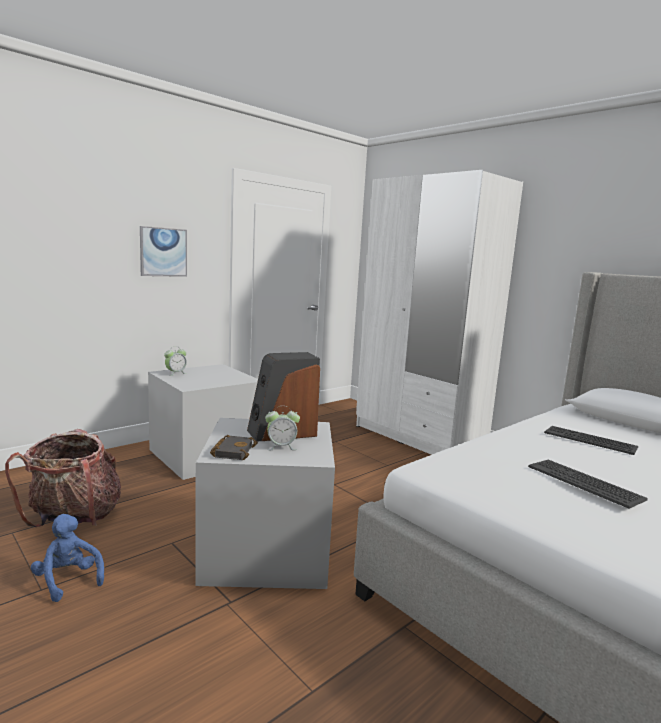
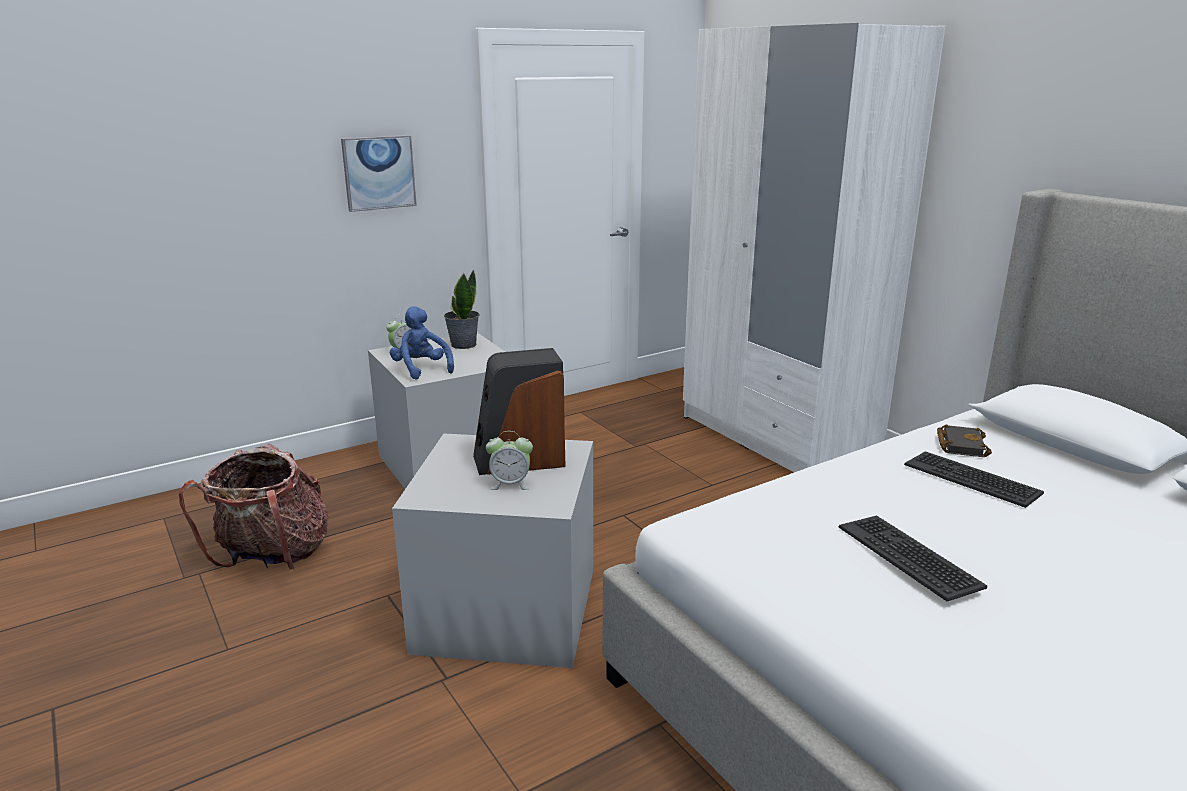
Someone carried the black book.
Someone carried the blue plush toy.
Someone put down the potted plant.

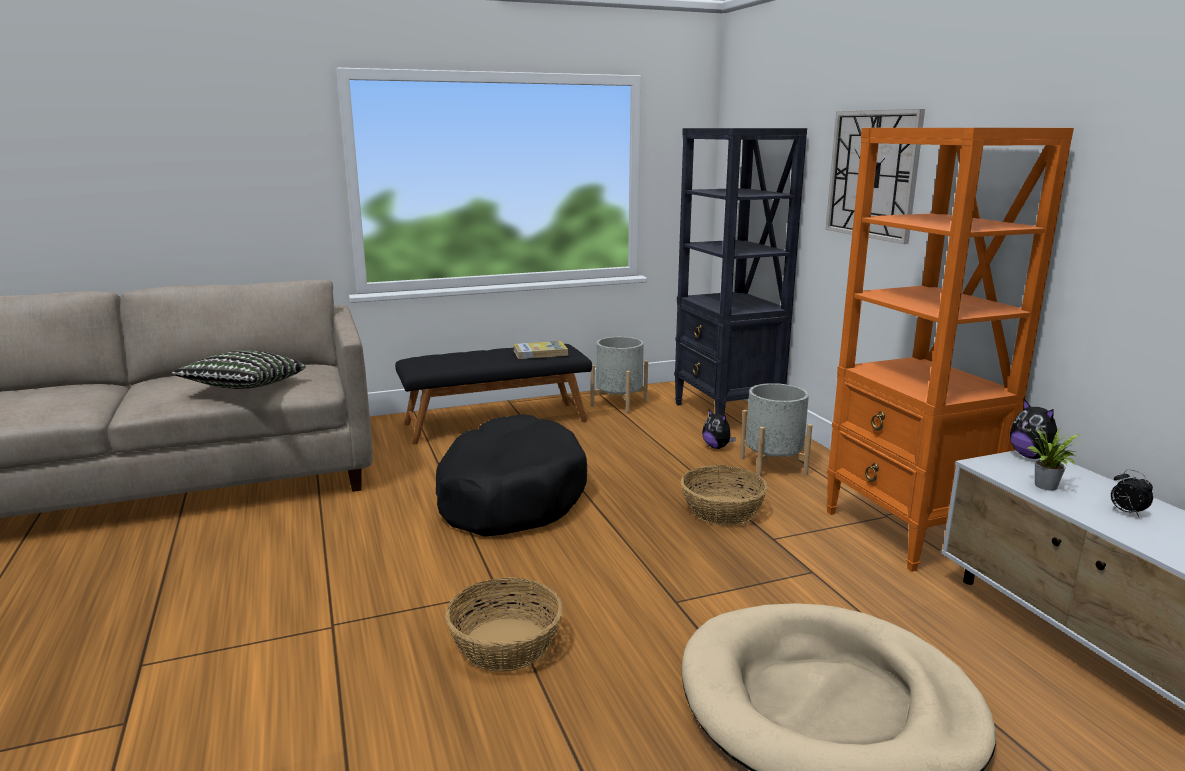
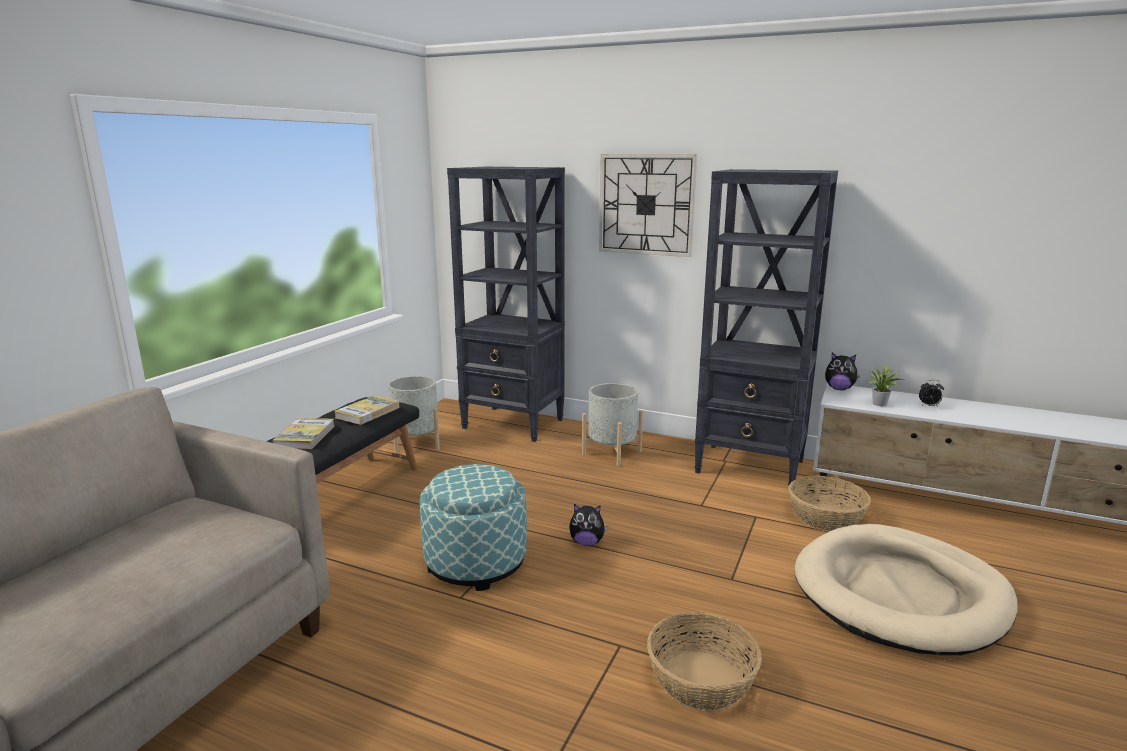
Someone repainted the orange bookcase, which became the black bookcase (2nd from left).
Someone took away the pillow.
Someone carried the plush toy (1st from left).
Someone swapped the black dog bed for the ottoman.
Someone carried the basket (2nd from left).
Someone put down the book (1st from left).

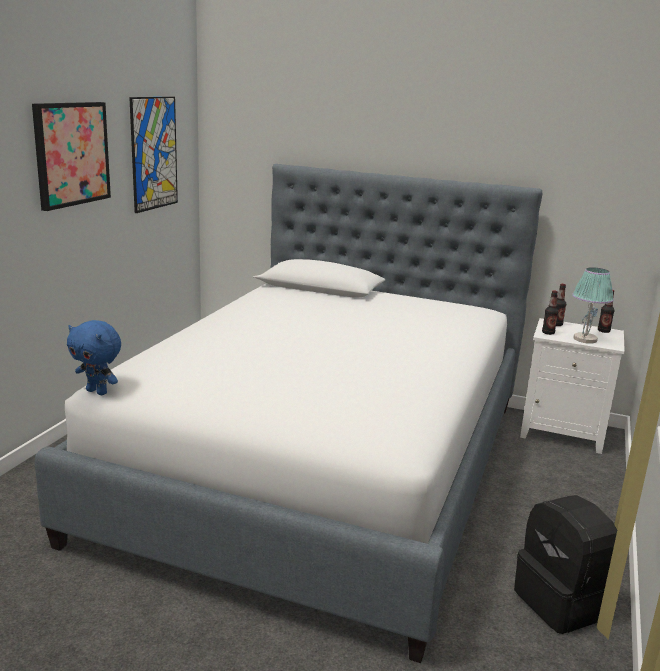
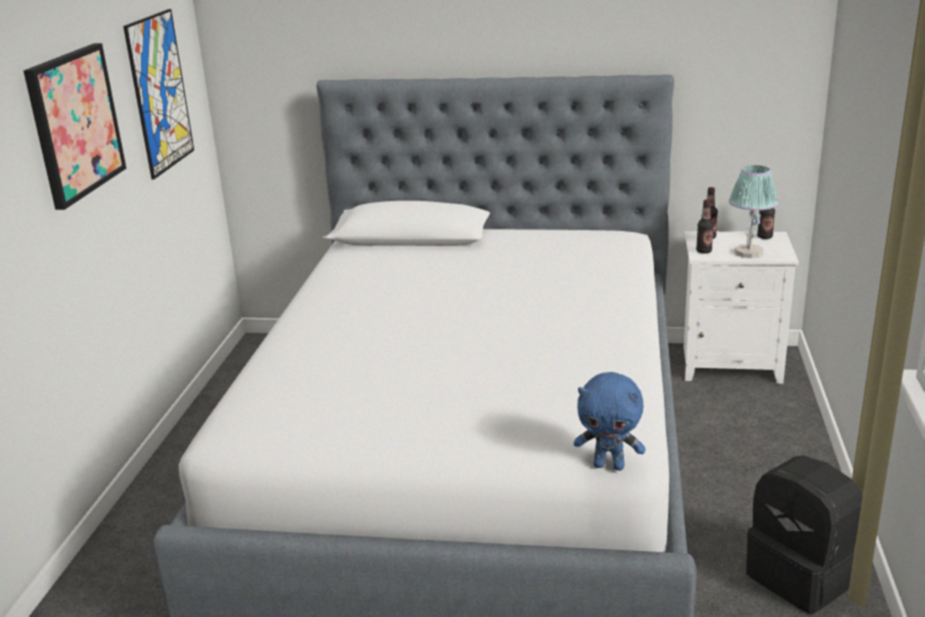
Someone carried the blue plush toy.

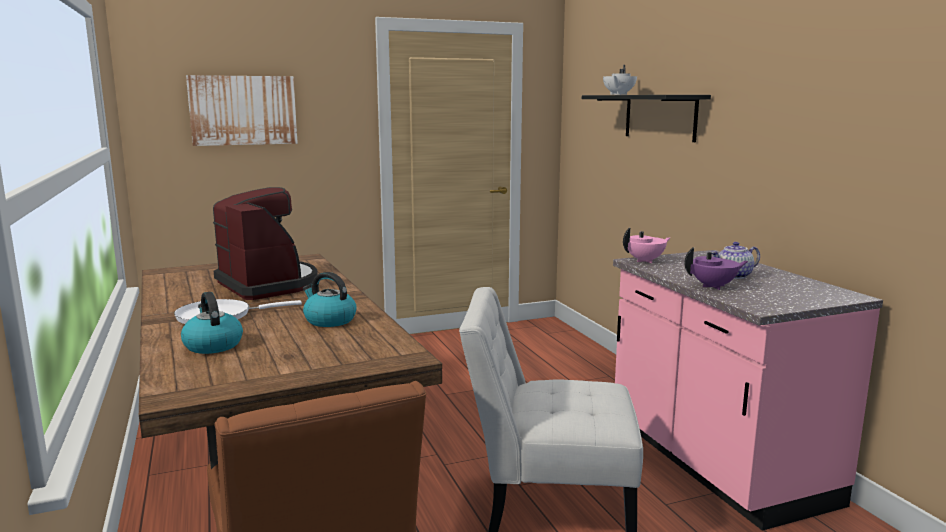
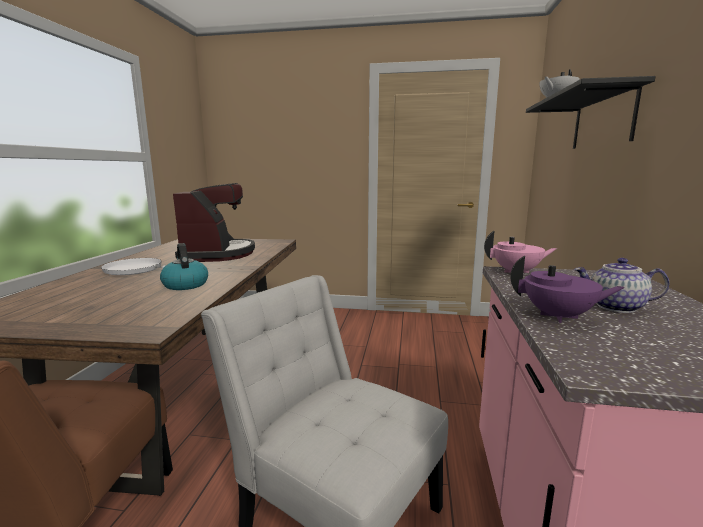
Someone took away the picture.
Someone took away the kettle (1st from left).

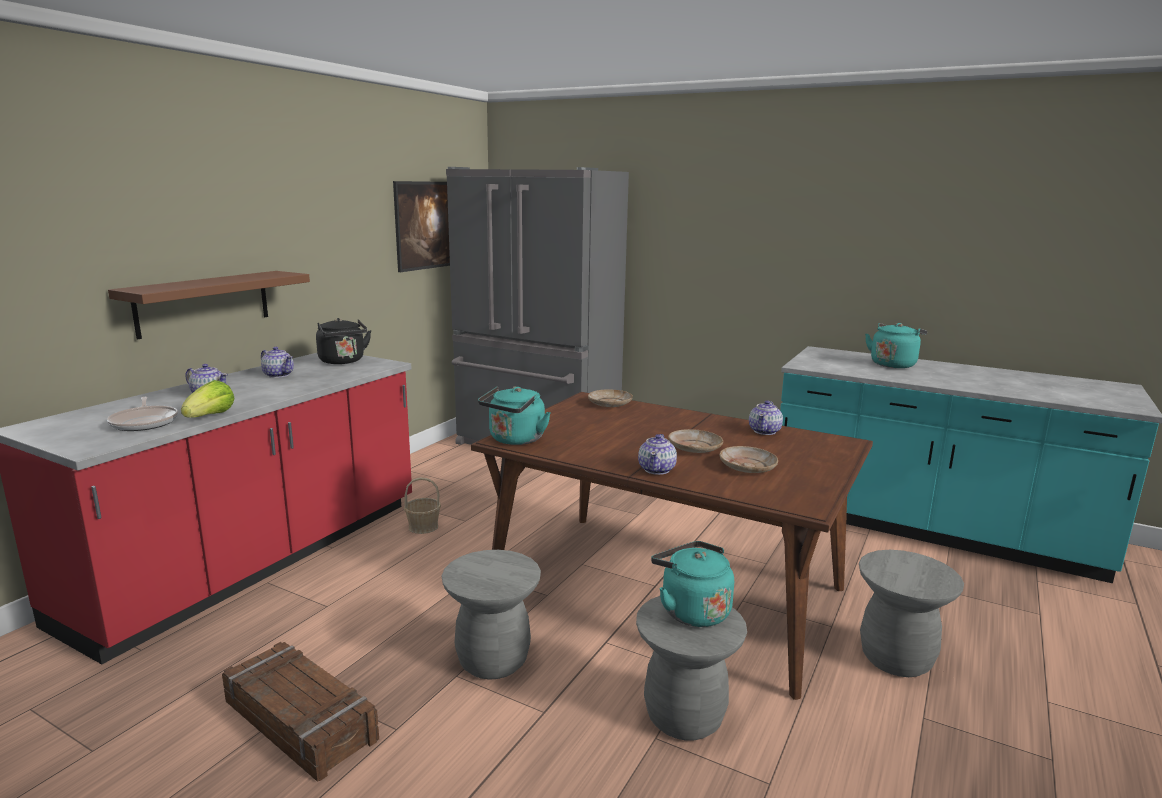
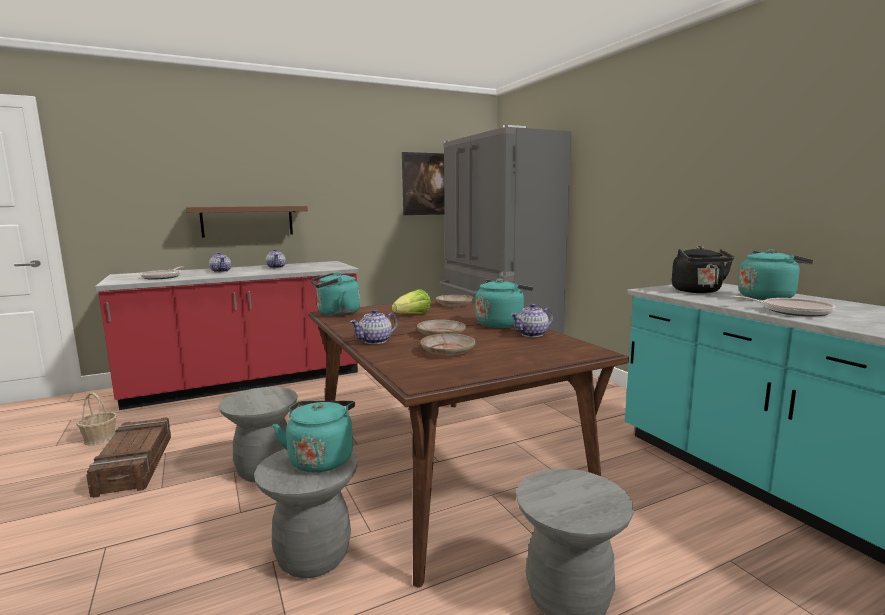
Someone carried the black kettle.
Someone carried the lettuce.
Someone carried the basket.
Someone put down the turquoise kettle (3rd from left).
Someone put down the frying pan (2nd from left).

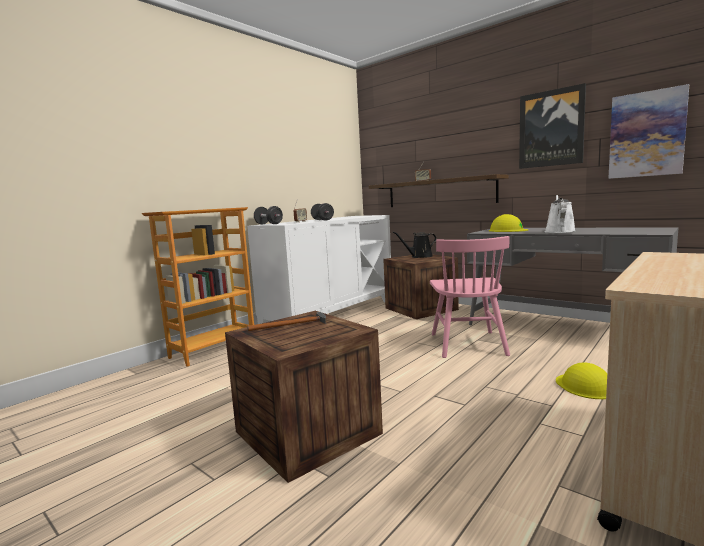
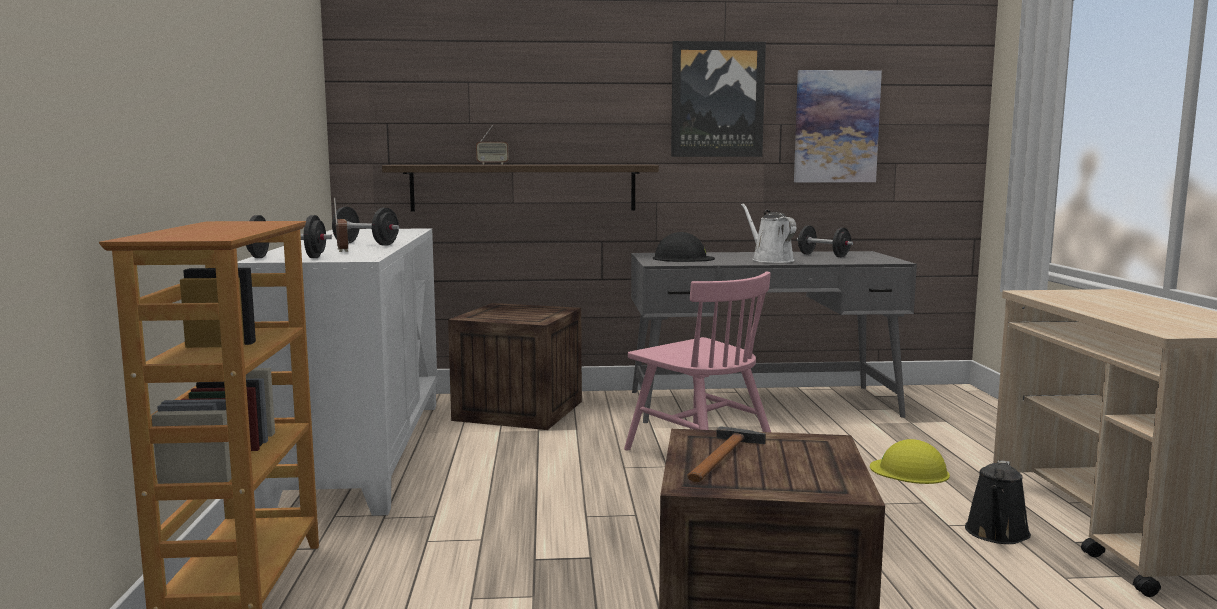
Someone repainted the yellow hard hat (1st from left), which became the black hard hat.
Someone carried the black watering can.
Someone put down the black dumbbell (3rd from left).

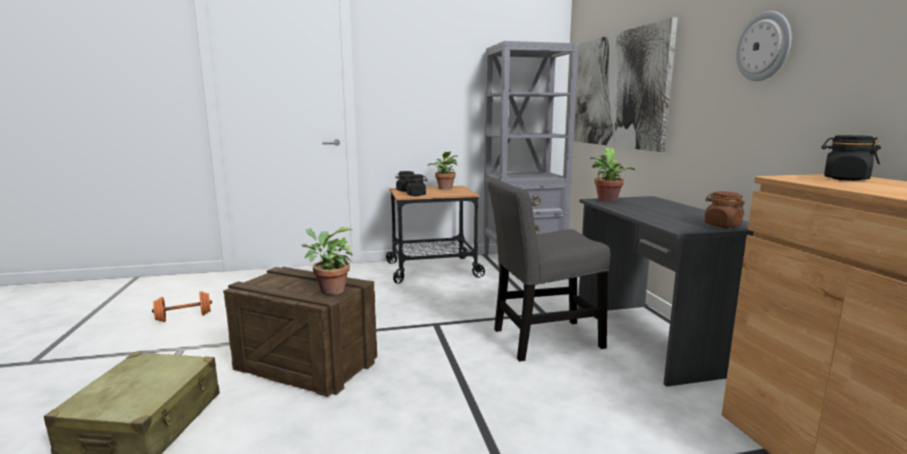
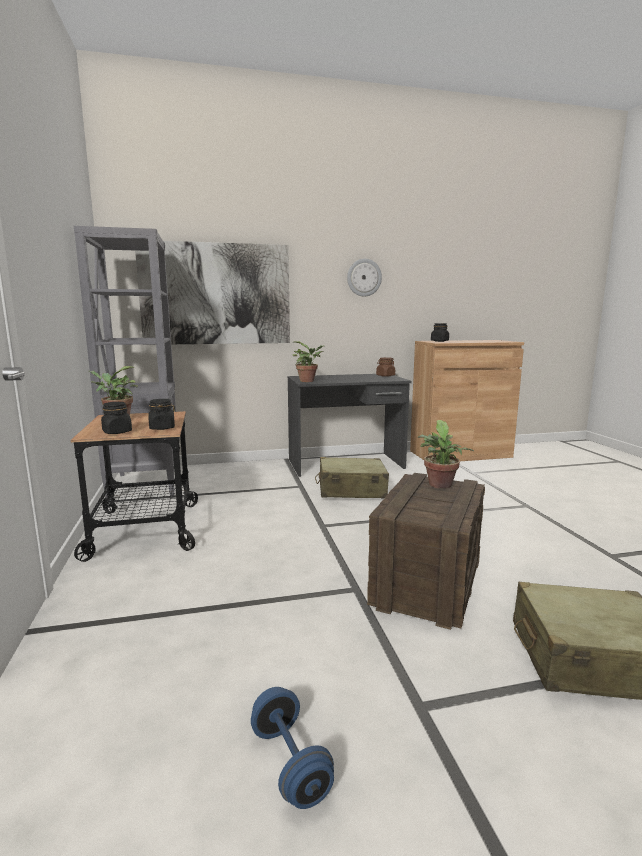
Someone swapped the grey chair for the beige suitcase (1st from left).
Someone repainted the orange dumbbell, which became the blue dumbbell.

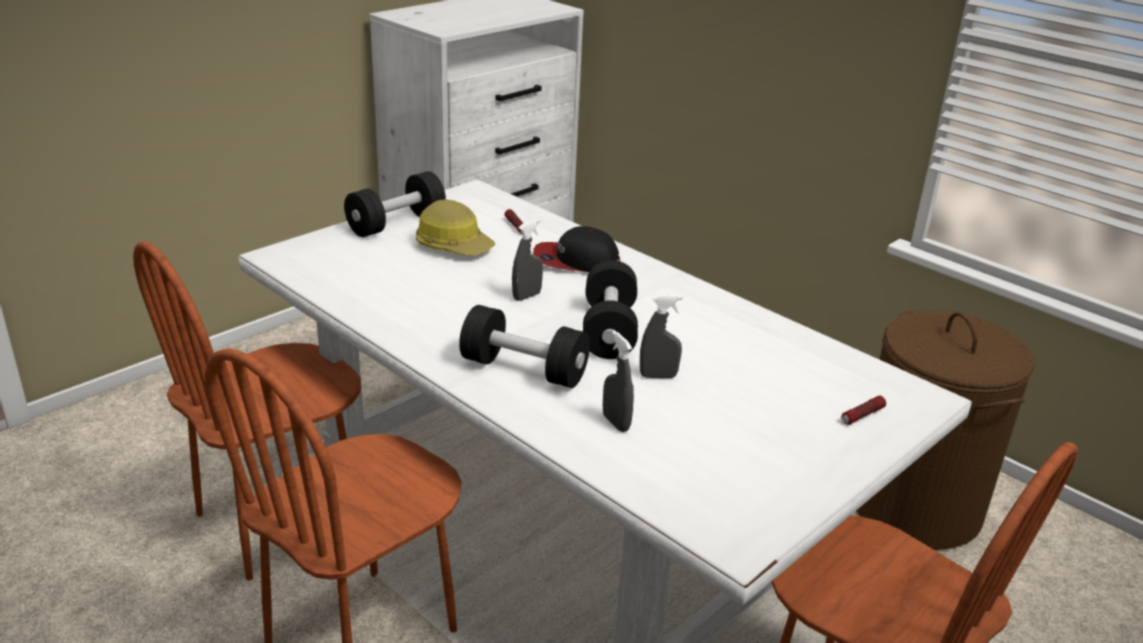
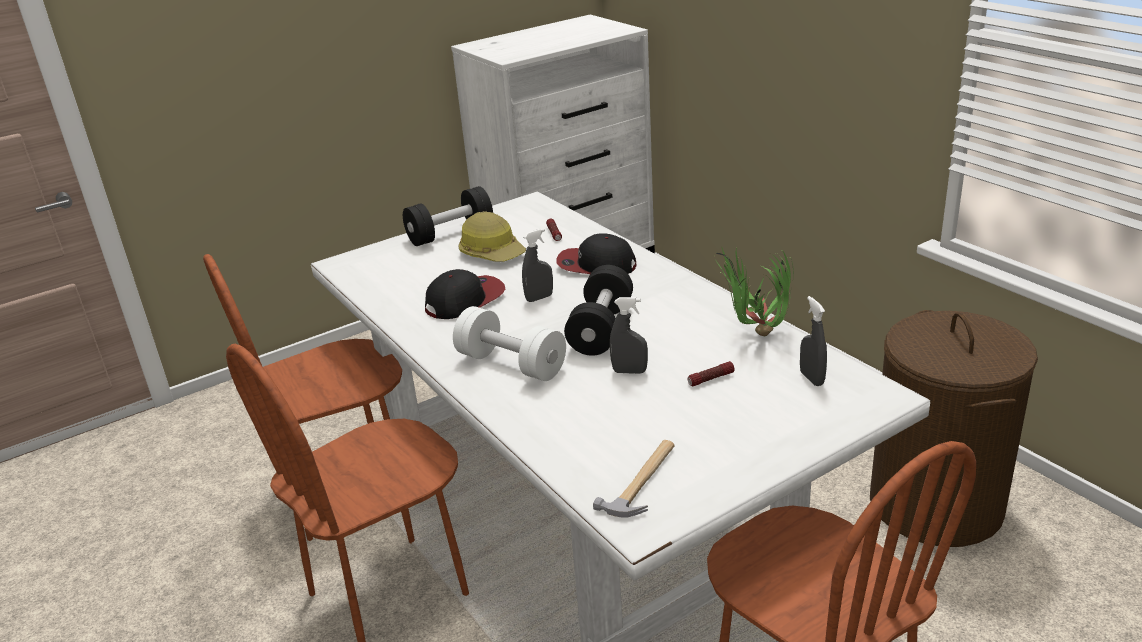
Someone repainted the black dumbbell (2nd from left), which became the white dumbbell.
Someone carried the grey spray bottle (2nd from left in the first image).
Someone carried the flashlight (2nd from left).
Someone put down the potted plant.
Someone put down the cap (1st from left).
Someone put down the hammer.

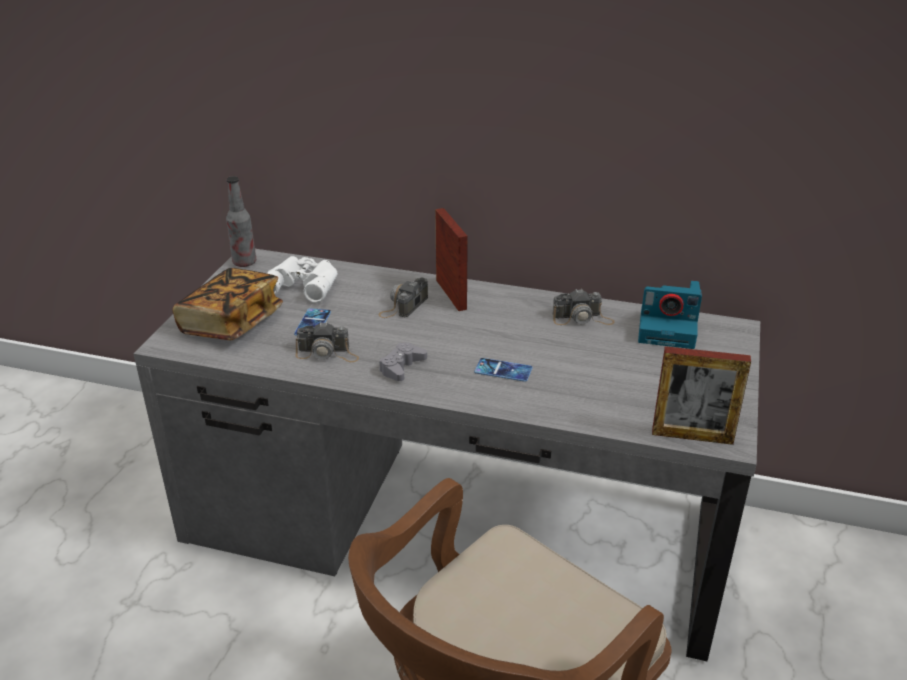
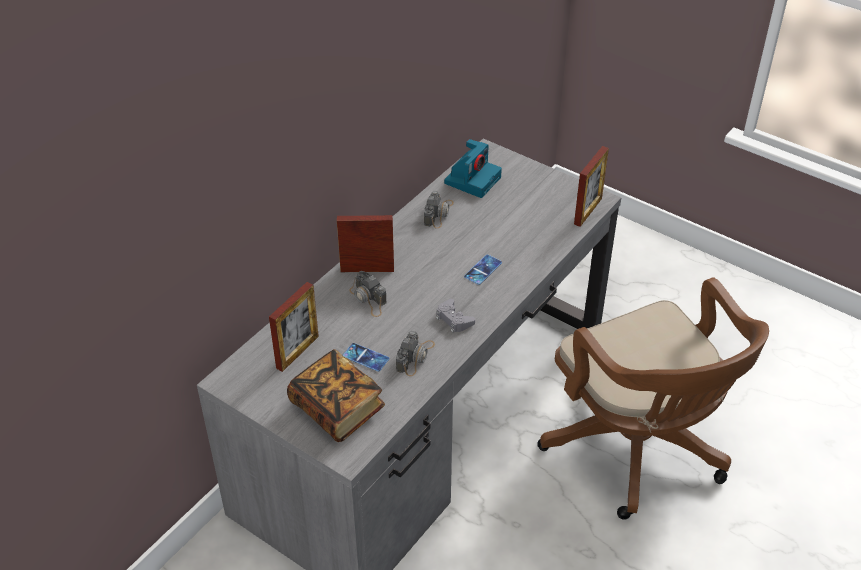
Someone took away the bottle.
Someone swapped the white binoculars for the picture frame (1st from left).

